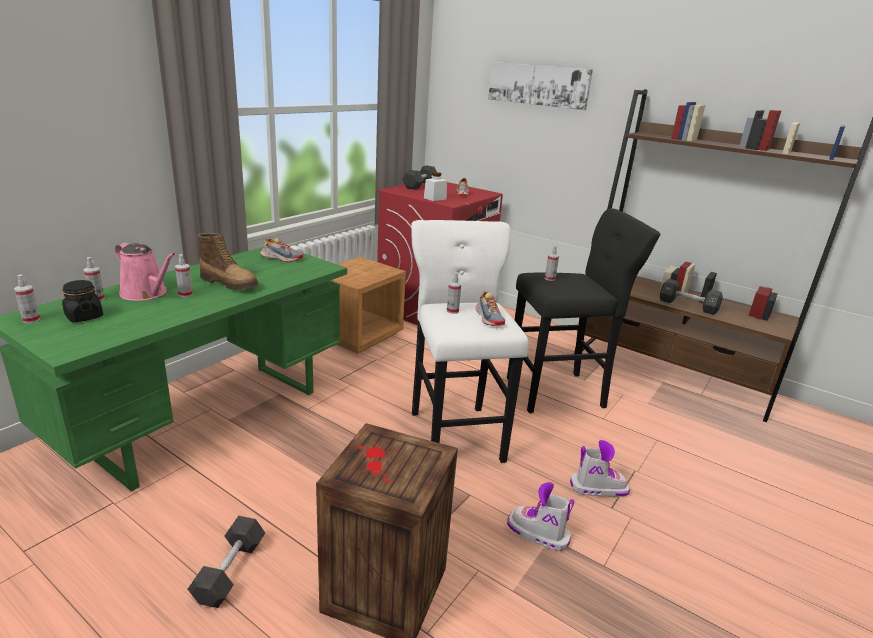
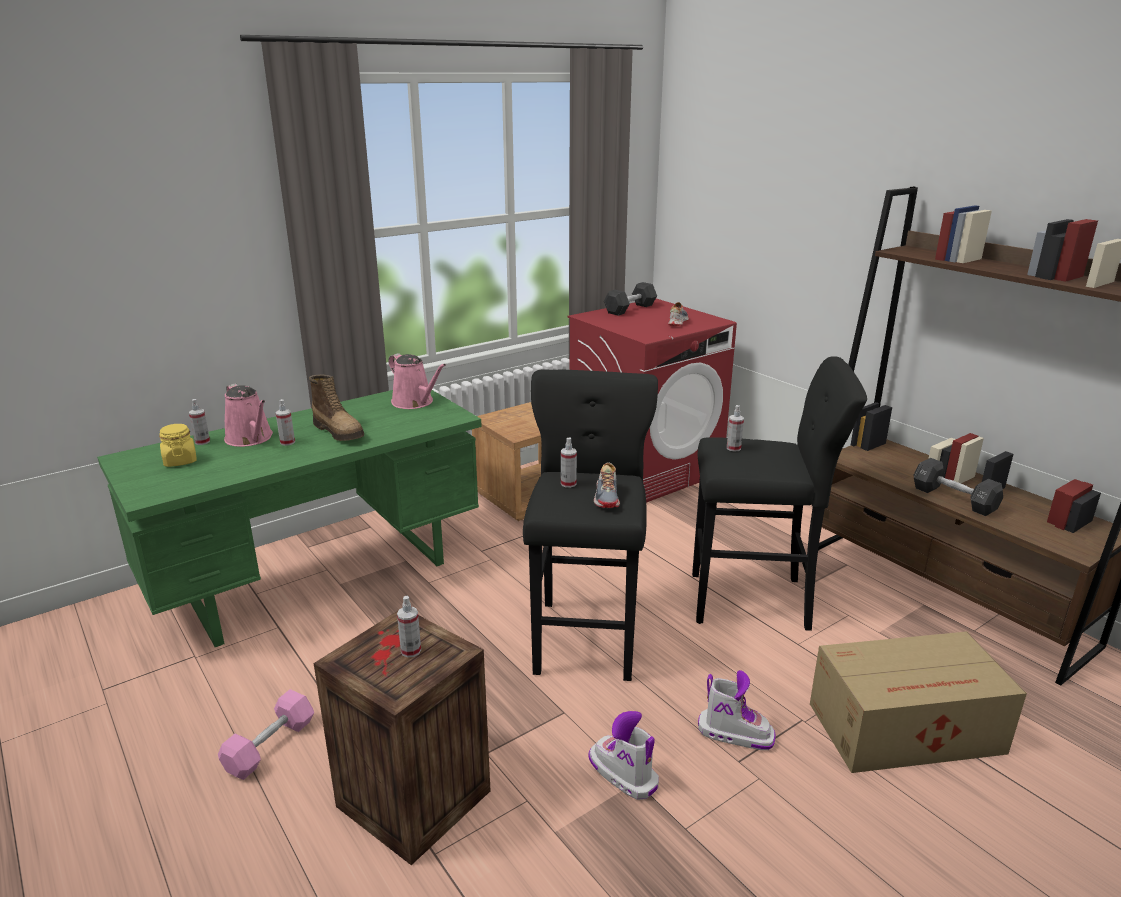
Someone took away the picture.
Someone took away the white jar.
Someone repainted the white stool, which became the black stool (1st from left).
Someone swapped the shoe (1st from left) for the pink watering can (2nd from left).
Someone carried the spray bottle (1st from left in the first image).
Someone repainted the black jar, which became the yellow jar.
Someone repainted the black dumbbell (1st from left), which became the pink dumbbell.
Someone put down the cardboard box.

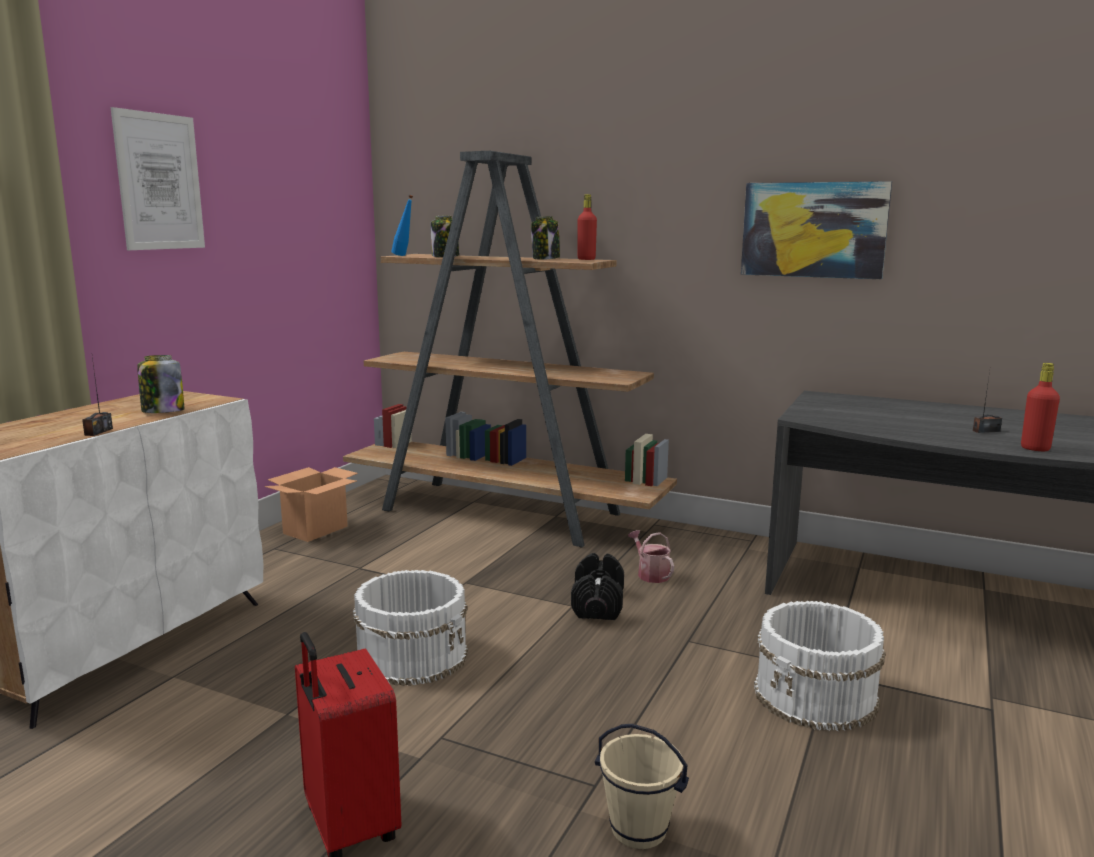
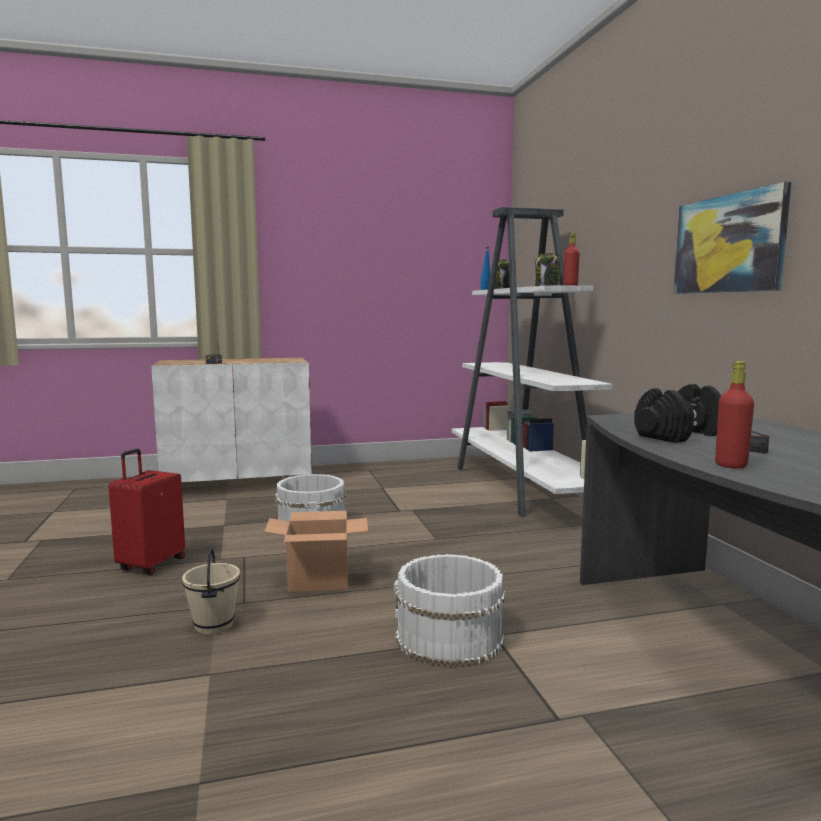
Someone took away the picture (1st from left).
Someone repainted the brown bookcase, which became the white bookcase.
Someone took away the jar (1st from left).
Someone carried the cardboard box.
Someone took away the watering can.
Someone carried the black dumbbell.

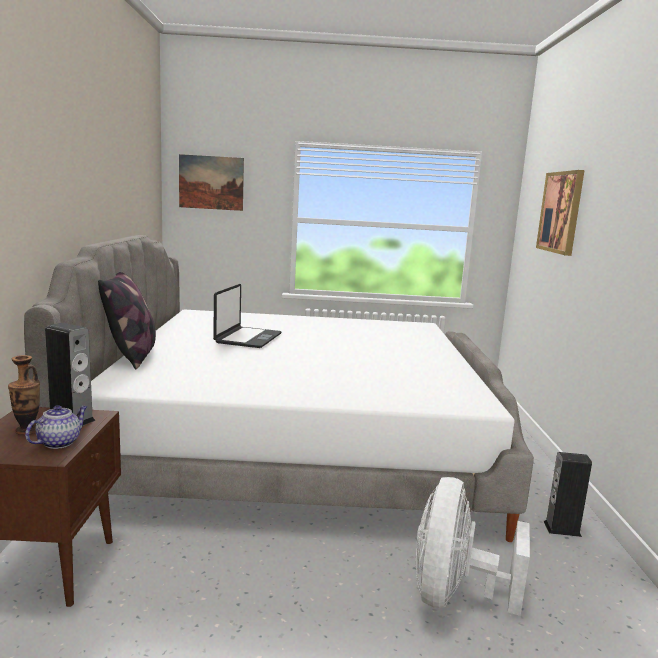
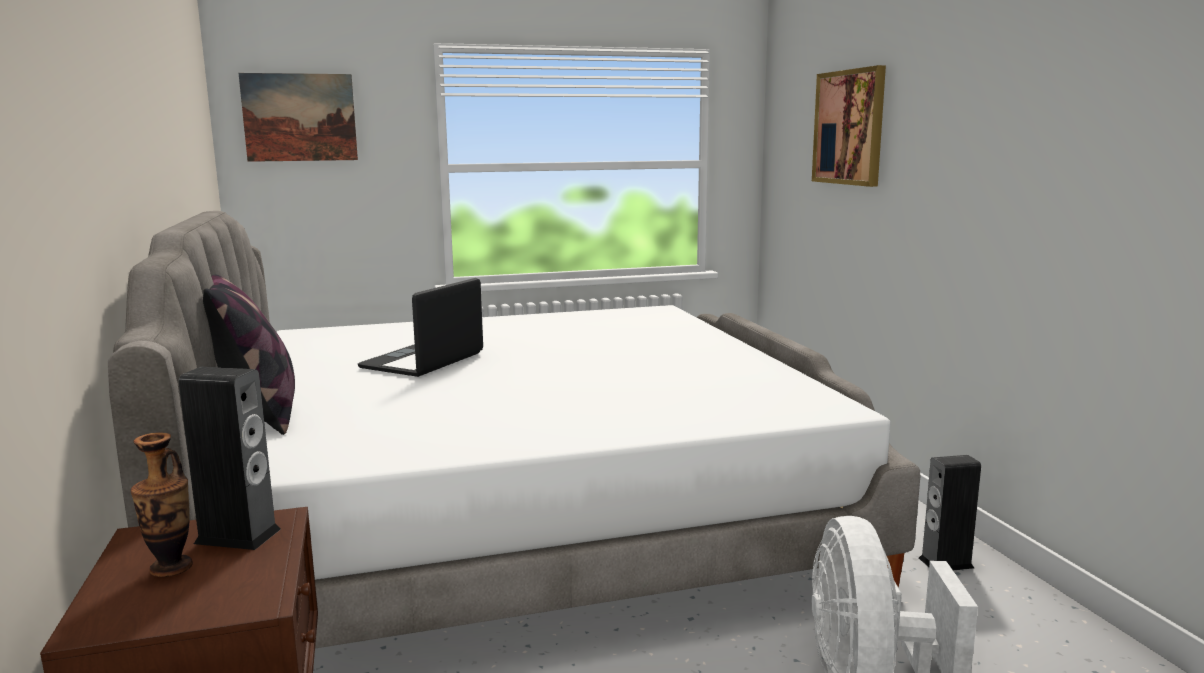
Someone rotated the laptop by 150 degrees counterclockwise.
Someone took away the teapot.

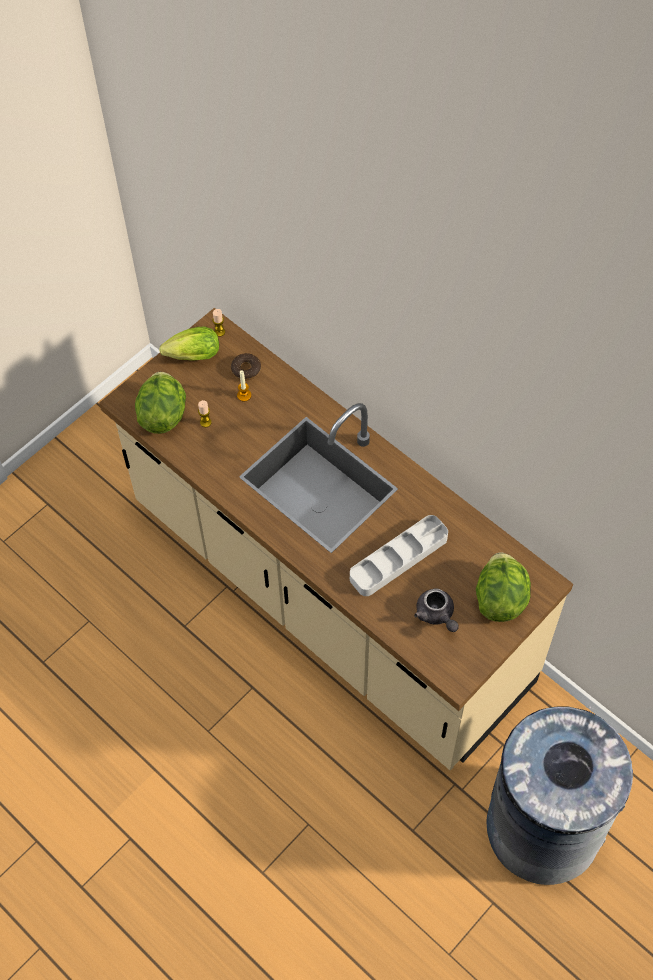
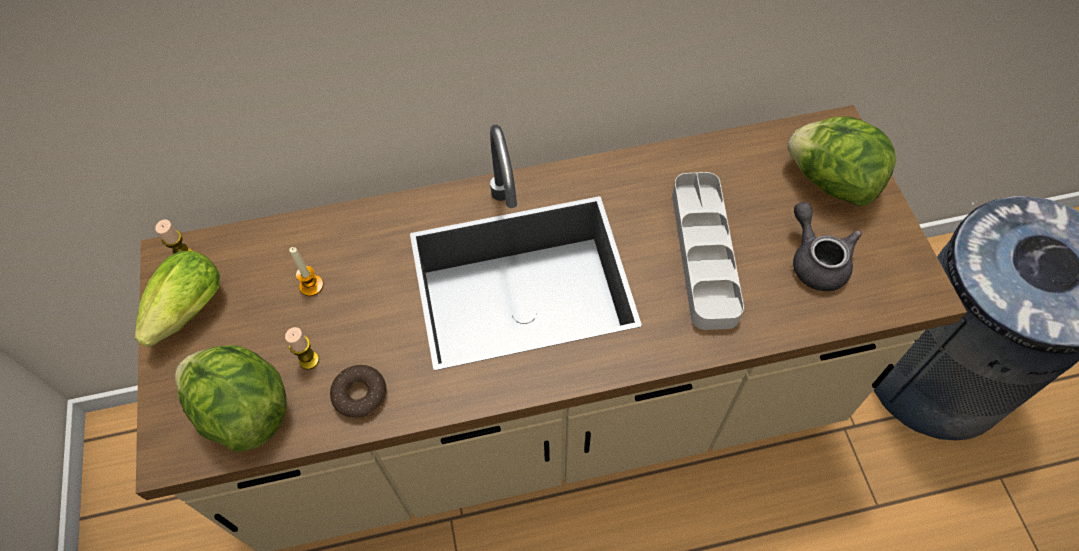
Someone carried the donut.
Someone rotated the grey teapot by 120 degrees counterclockwise.

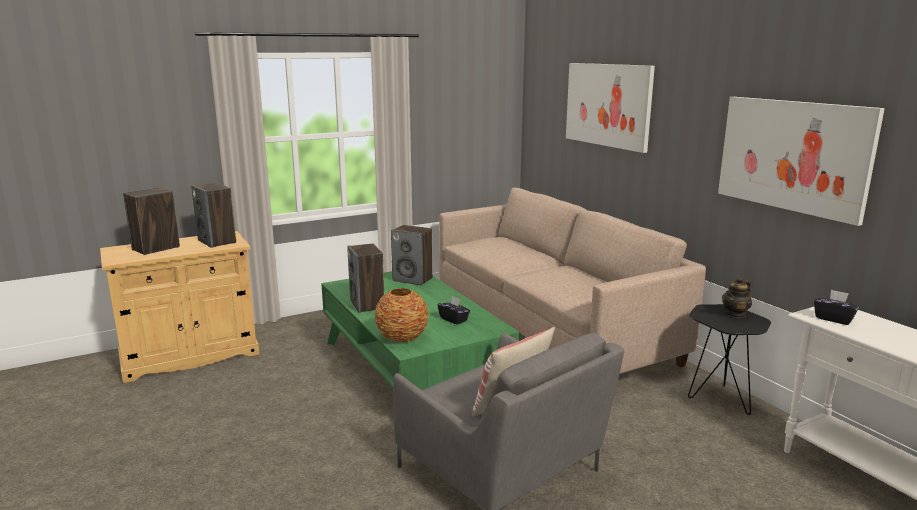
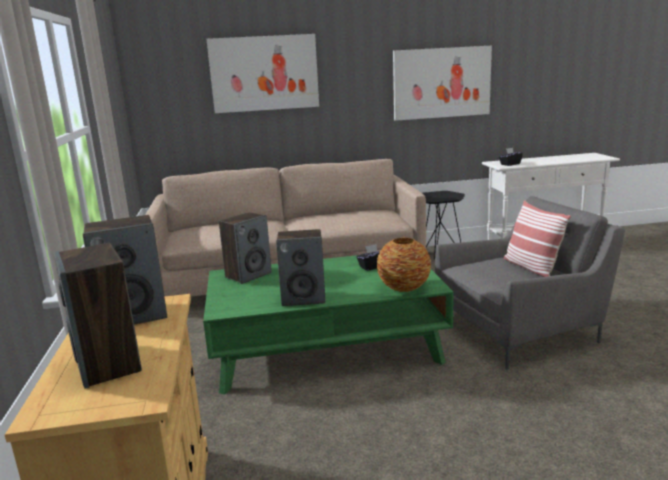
Someone took away the teapot.

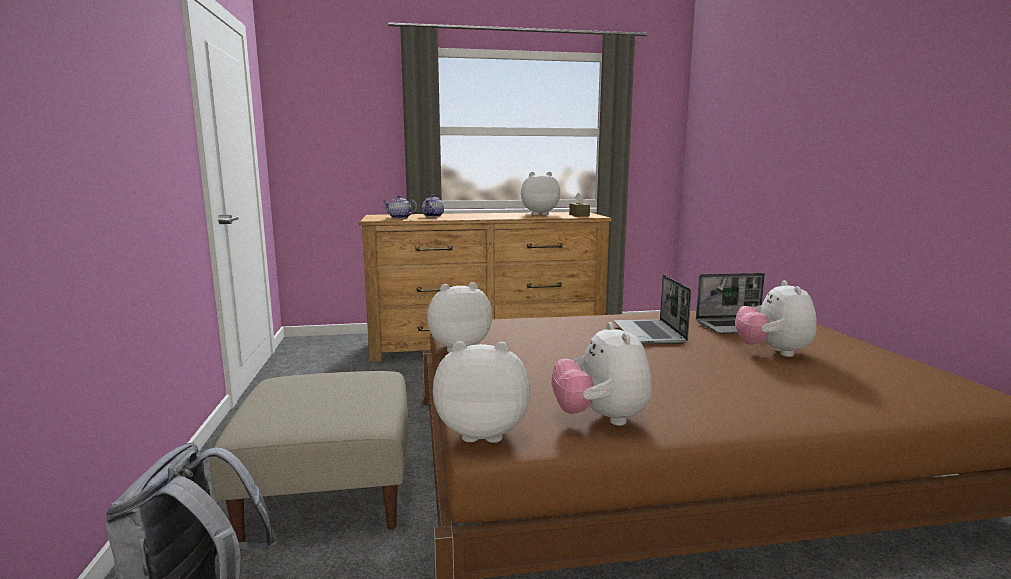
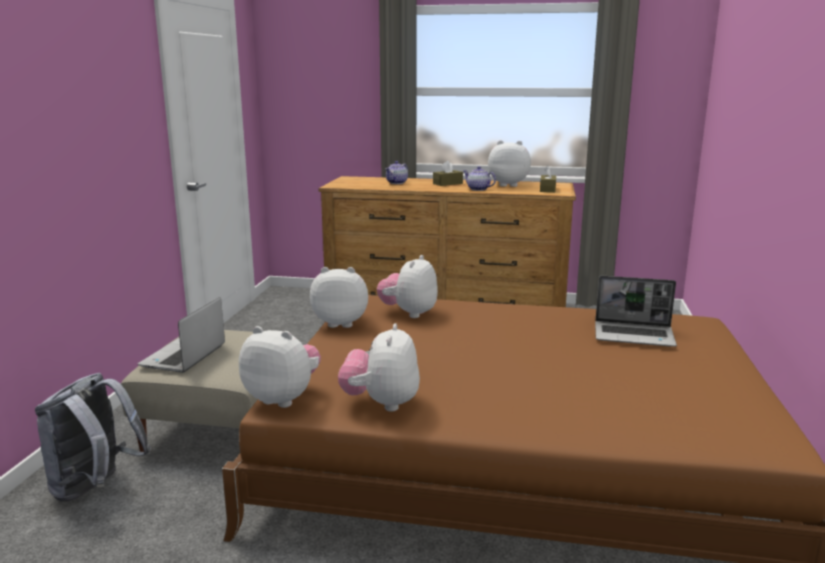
Someone carried the teapot (1st from left in the first image).
Someone carried the laptop (1st from left).
Someone carried the plush toy (5th from left in the first image).
Someone put down the brown tissue box (1st from left).

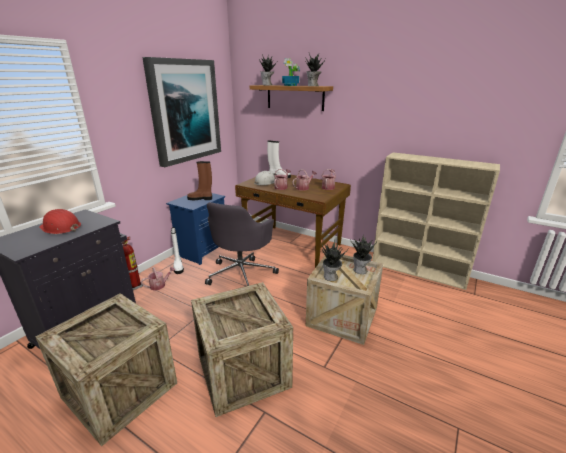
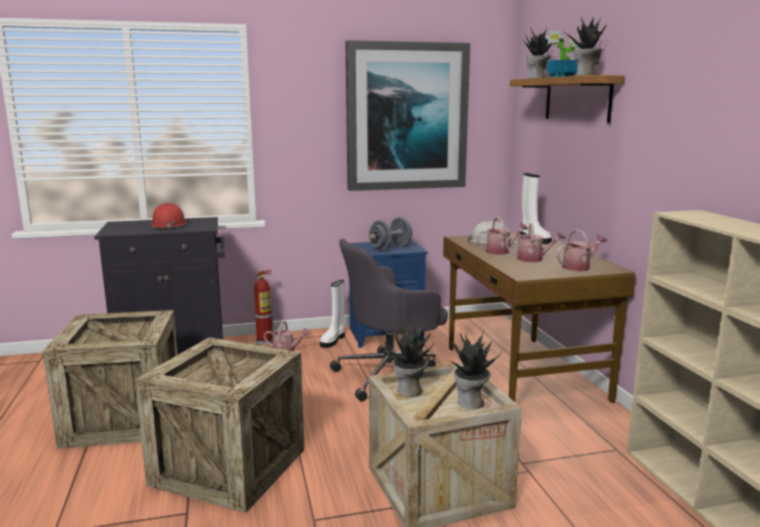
Someone swapped the brown boot for the grey dumbbell.

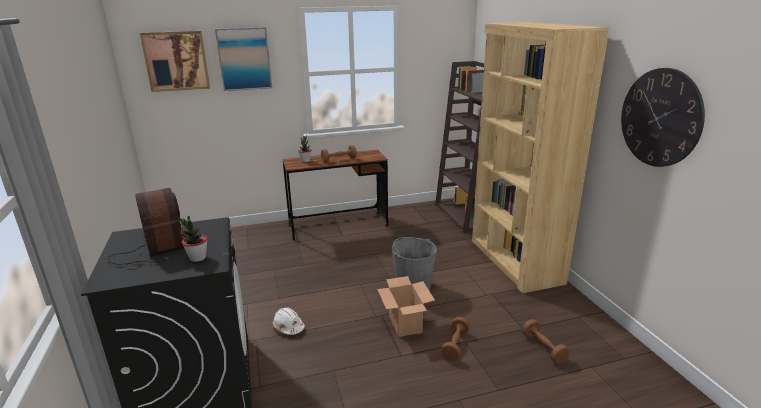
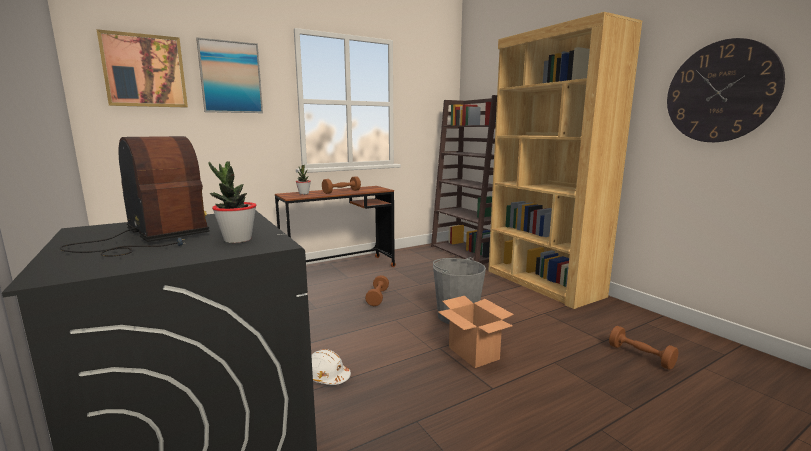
Someone carried the brown dumbbell (2nd from left).

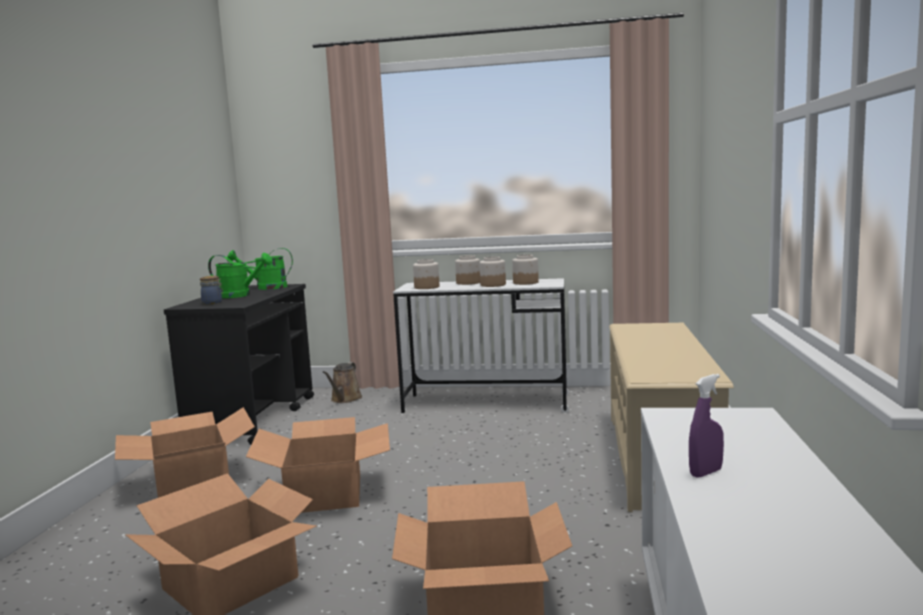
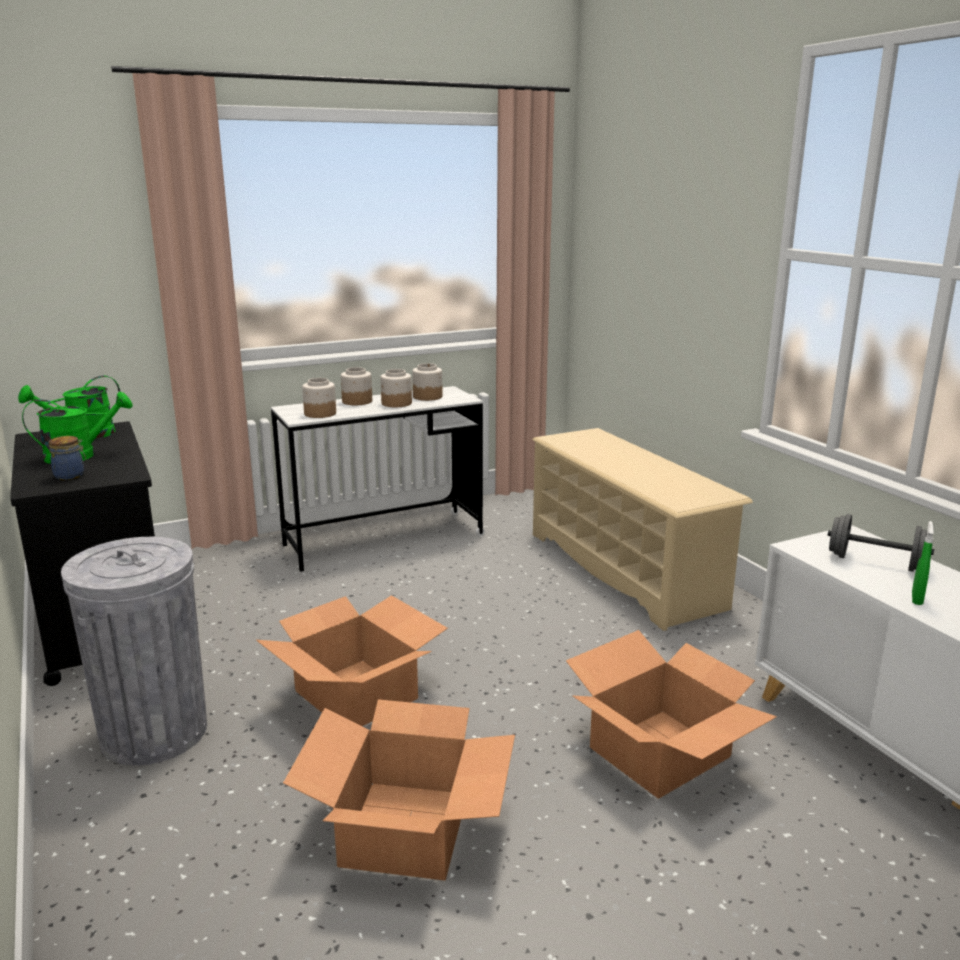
Someone took away the brown watering can.
Someone repainted the purple spray bottle, which became the green spray bottle.
Someone swapped the cardboard box (1st from left) for the grey trash can.
Someone put down the grey dumbbell.

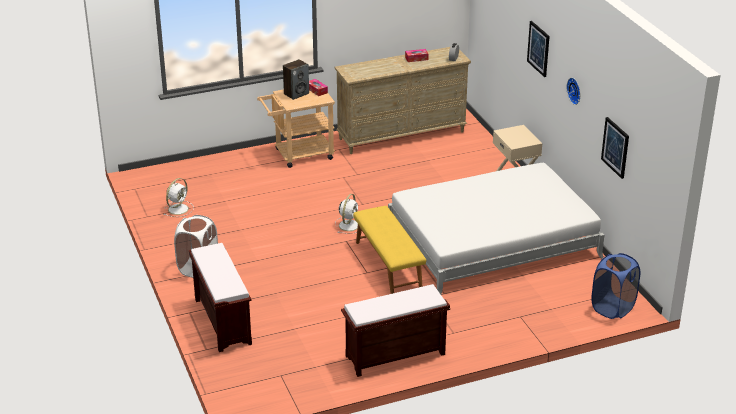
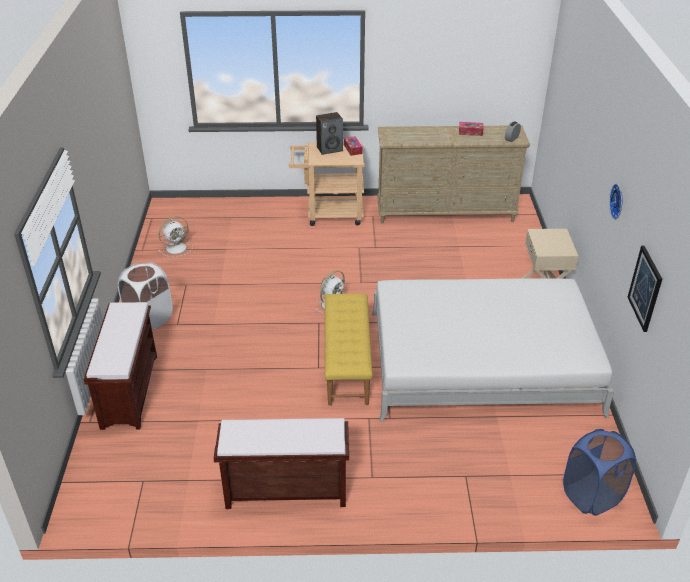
Someone took away the picture (1st from left).

